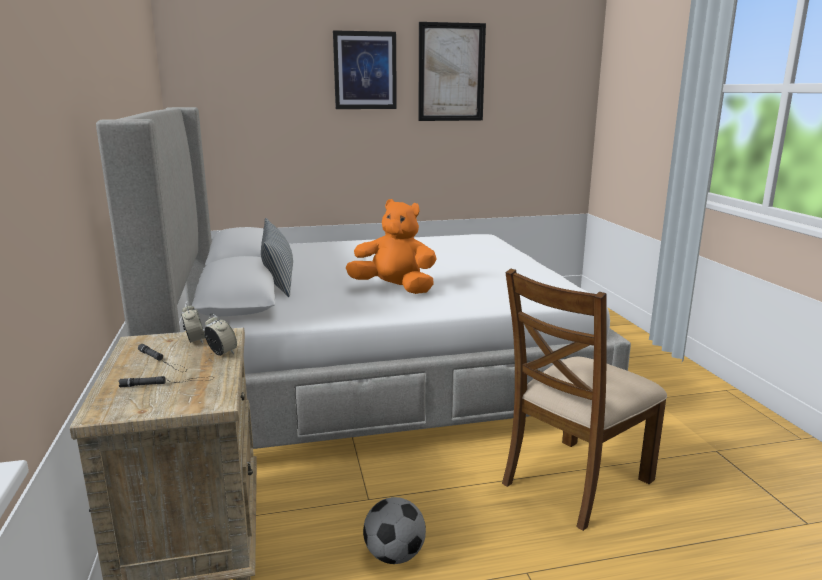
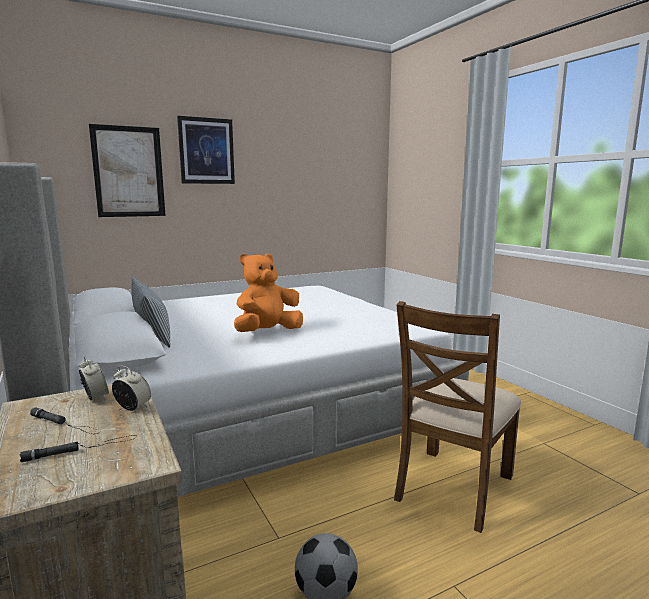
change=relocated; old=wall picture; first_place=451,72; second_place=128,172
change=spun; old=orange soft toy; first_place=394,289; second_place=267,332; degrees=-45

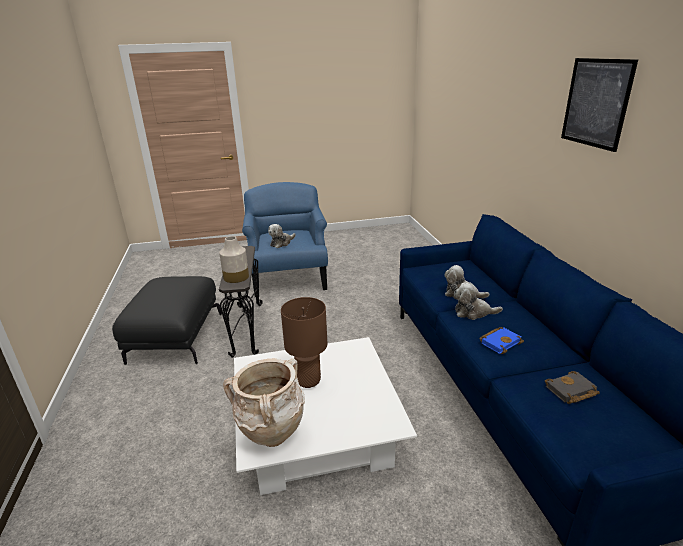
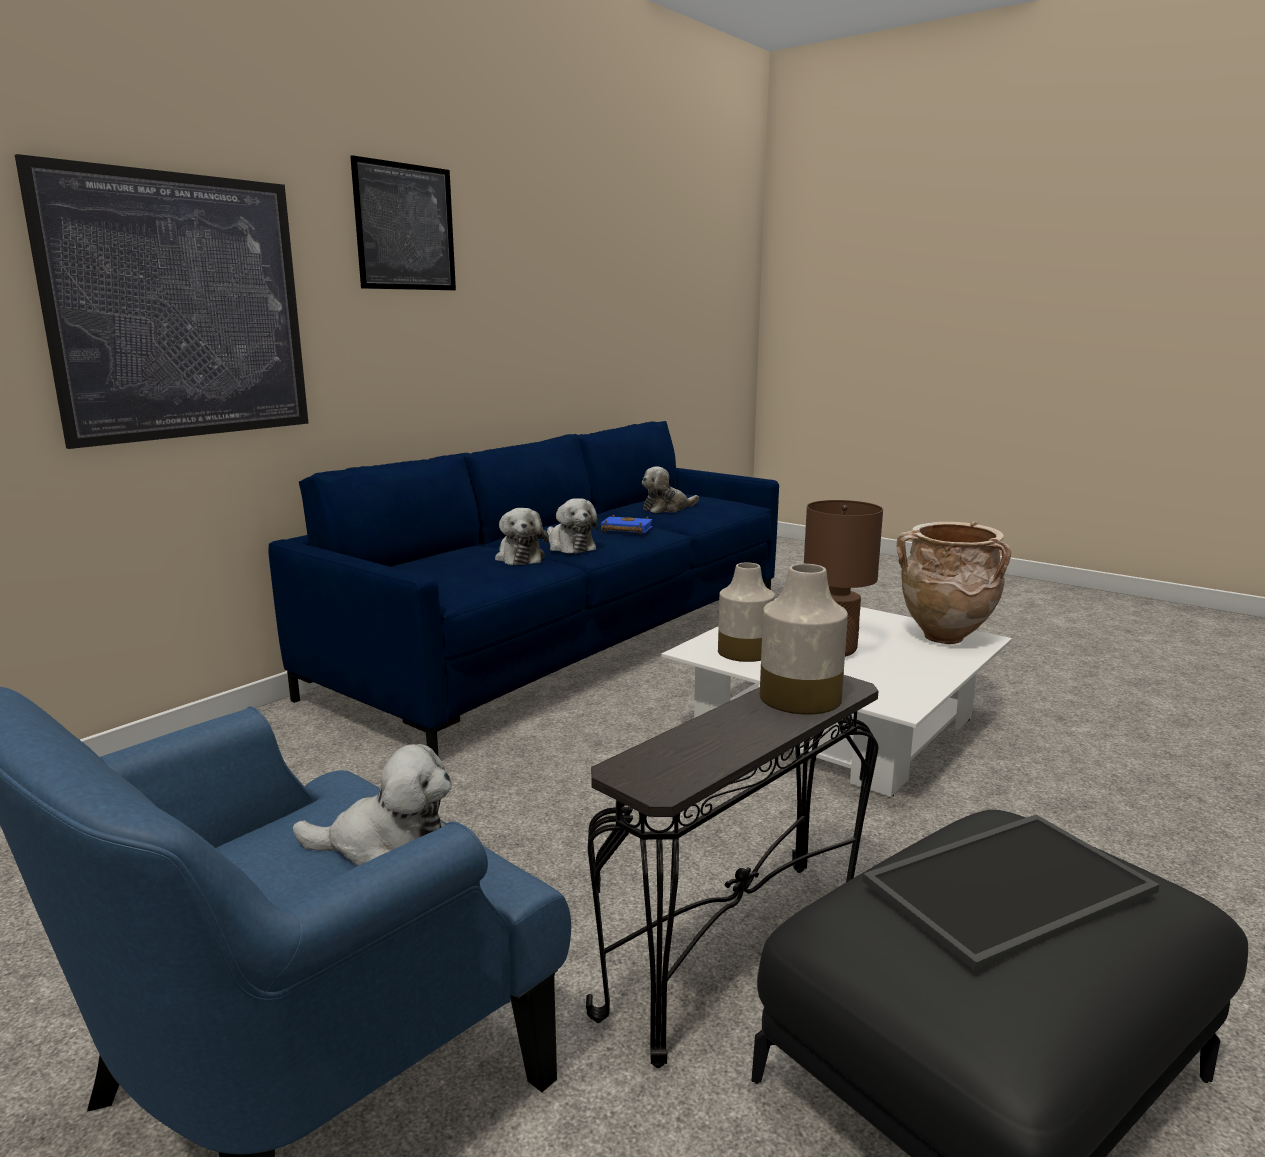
change=appeared; new=wall picture; second_place=180,308
change=appeared; new=beige vase; second_place=745,652
change=appeared; new=serving tray; second_place=1007,883
change=exchanged; old=blackish book; new=soft toy; first_place=571,391; second_place=667,508

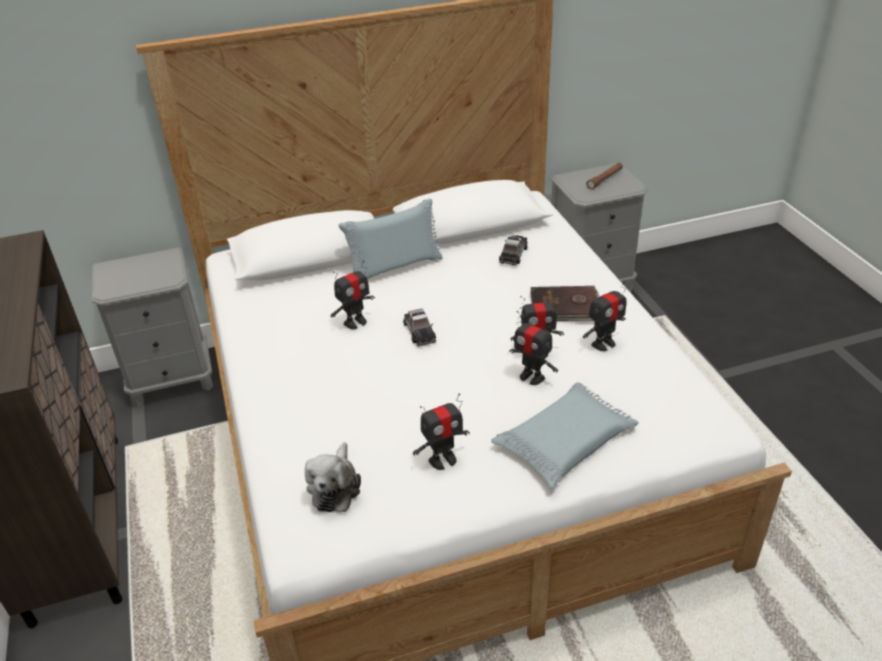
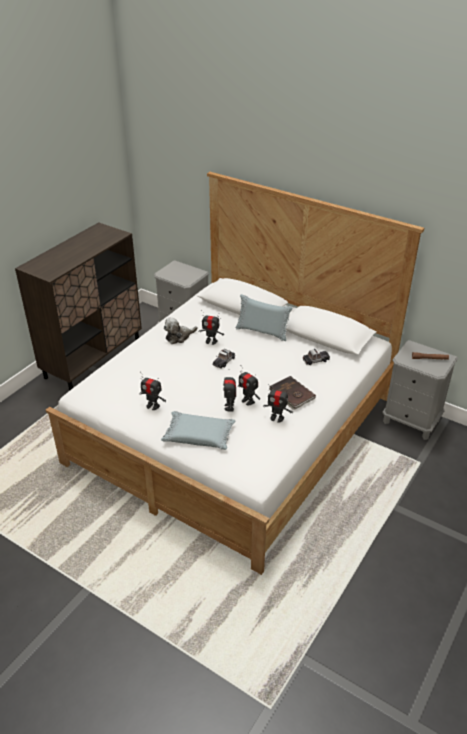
change=relocated; old=soft toy; first_place=335,487; second_place=179,337

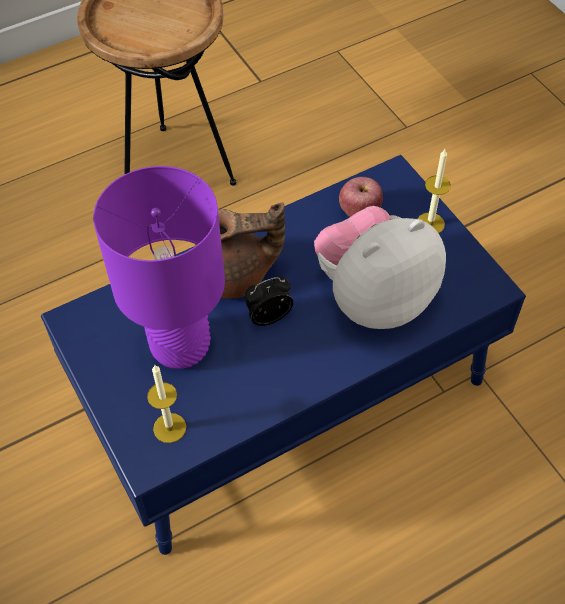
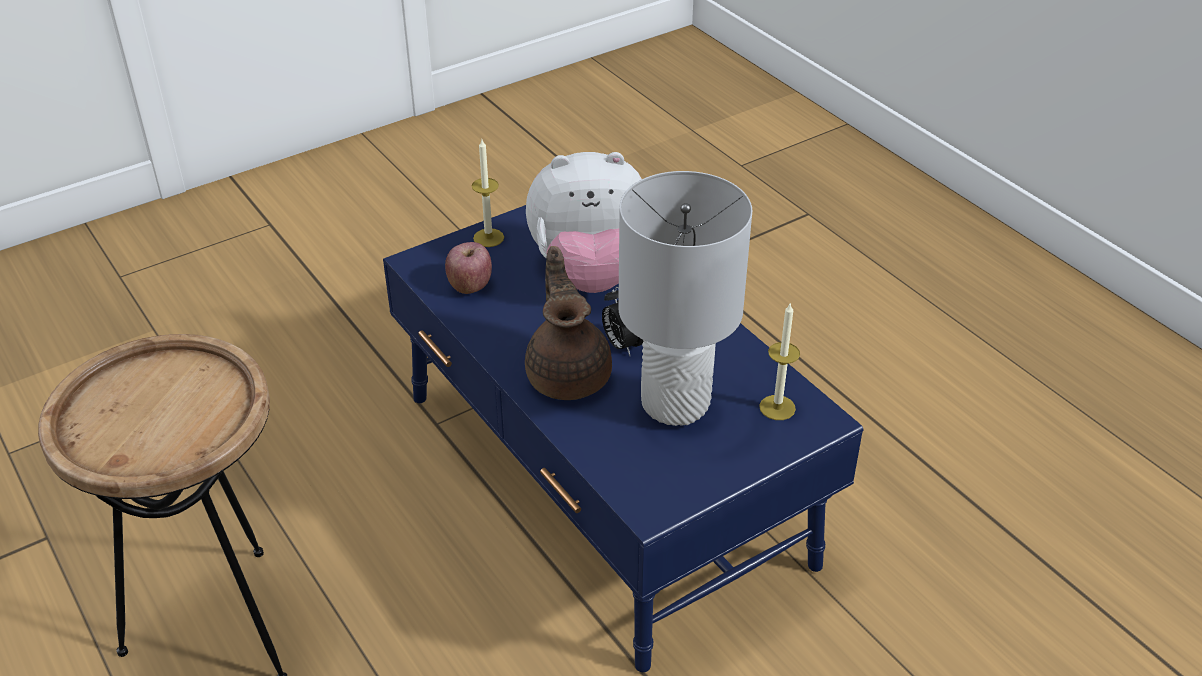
change=colour; old=purple-coloured table lamp; new=greyish table lamp; first_place=182,348; second_place=675,408
change=spun; old=soft toy; first_place=374,297; second_place=589,274; degrees=-60

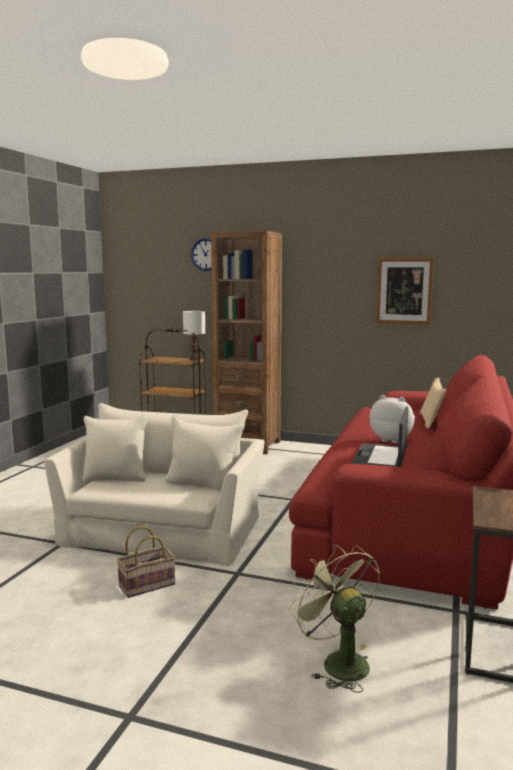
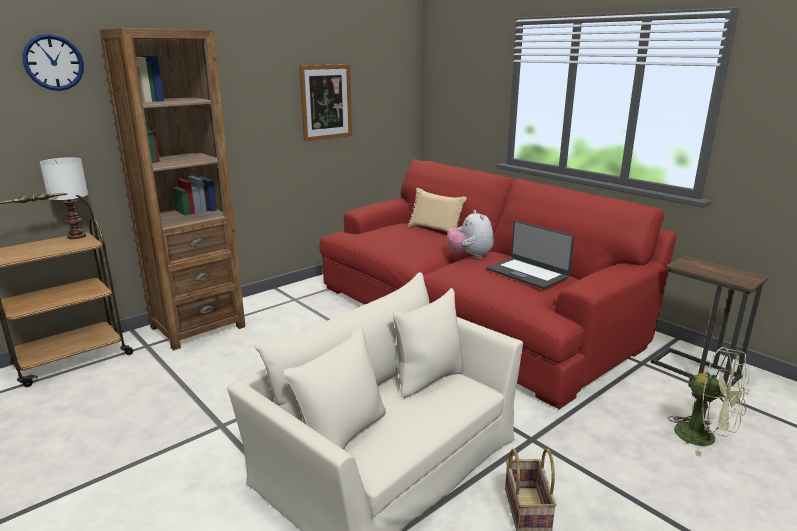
change=spun; old=greenish fan; first_place=337,661; second_place=704,438; degrees=-135
change=spun; old=soft toy; first_place=392,440; second_place=470,256; degrees=-75

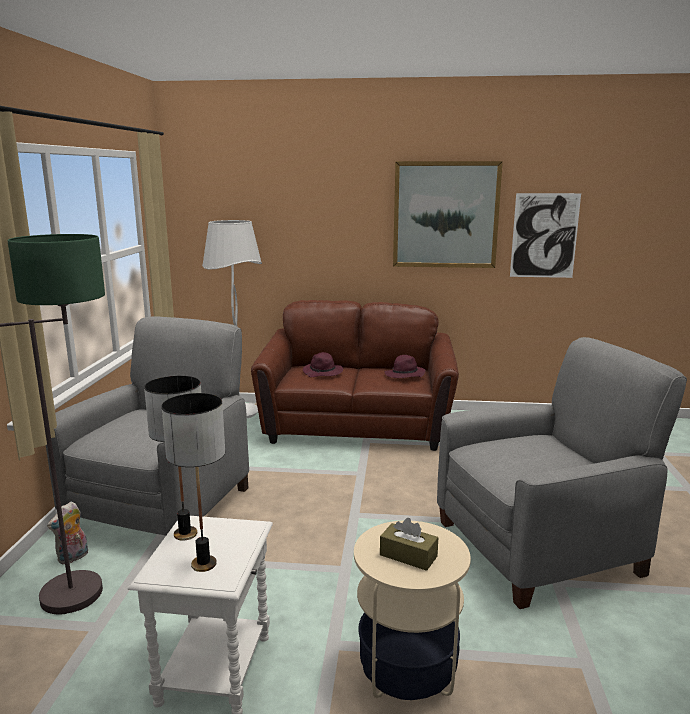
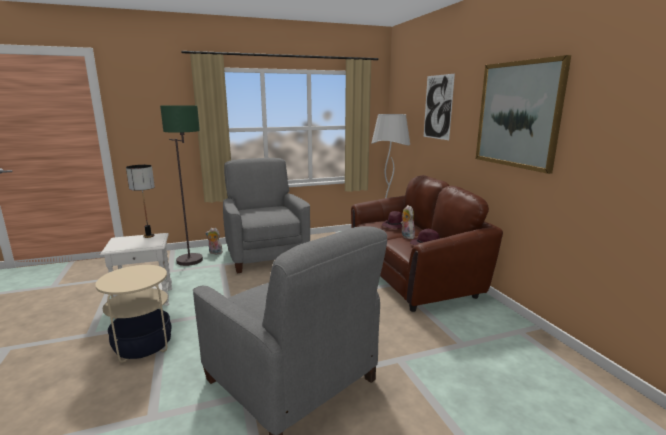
change=missing; old=table lamp; first_place=204,564
change=missing; old=brown-coloured tissue box; first_place=408,556
change=appeared; new=soft toy; second_place=406,236
change=relocated; old=wall picture; first_place=544,236; second_place=438,107
change=spun; old=greyish armchair; first_place=163,505; second_place=266,255; degrees=-105

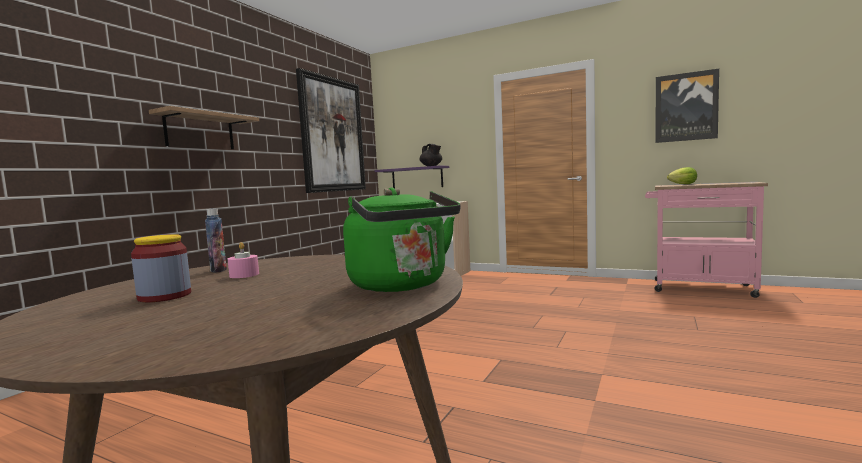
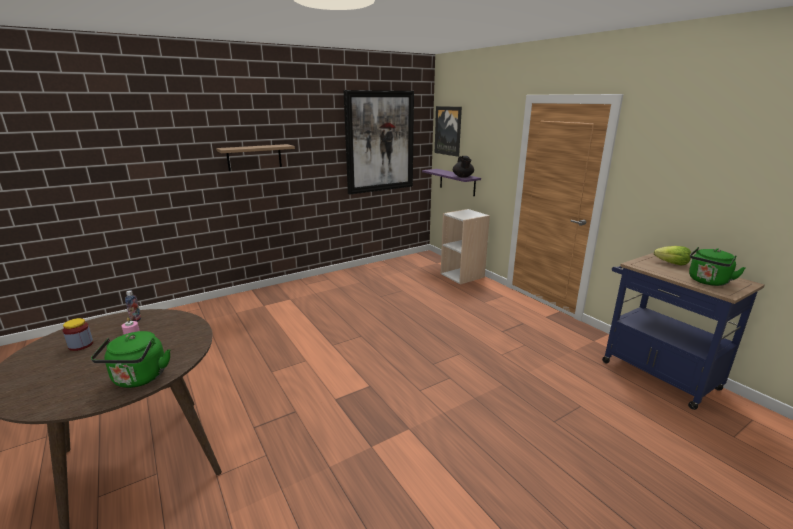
change=appeared; new=greenish water kettle; second_place=707,282
change=relocated; old=wall picture; first_place=686,107; second_place=448,131
change=colour; old=pink wheeled cart; new=blue wheeled cart; first_place=699,288; second_place=655,374

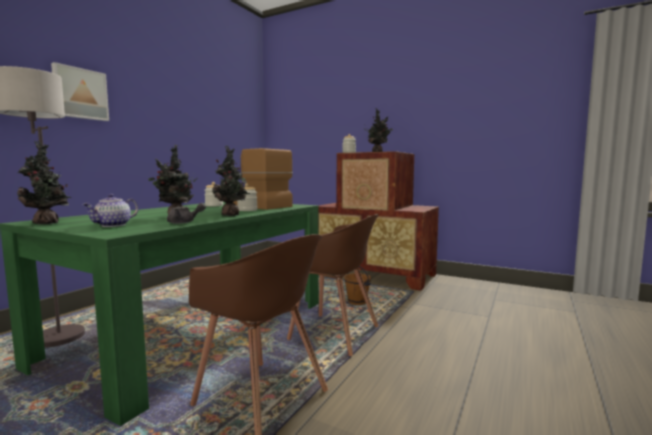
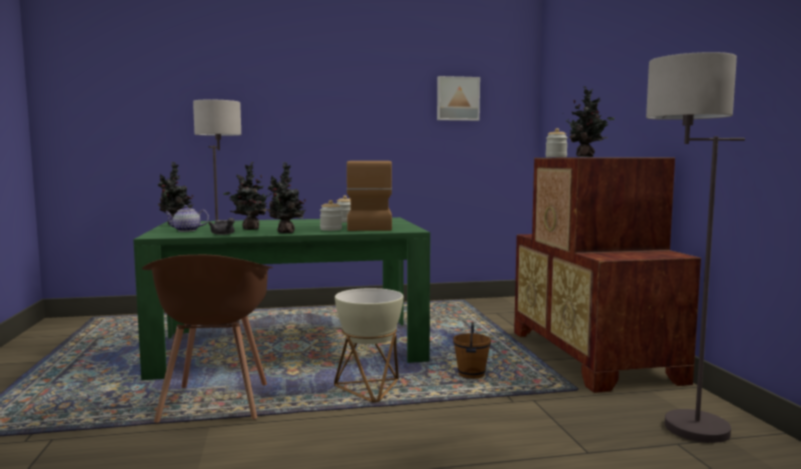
change=appeared; new=greyish standing lamp; second_place=678,429
change=relocated; old=wall picture; first_place=80,93; second_place=457,98
change=exchanged; old=brown-coloured plain chair; new=planter; first_place=335,334; second_place=369,390

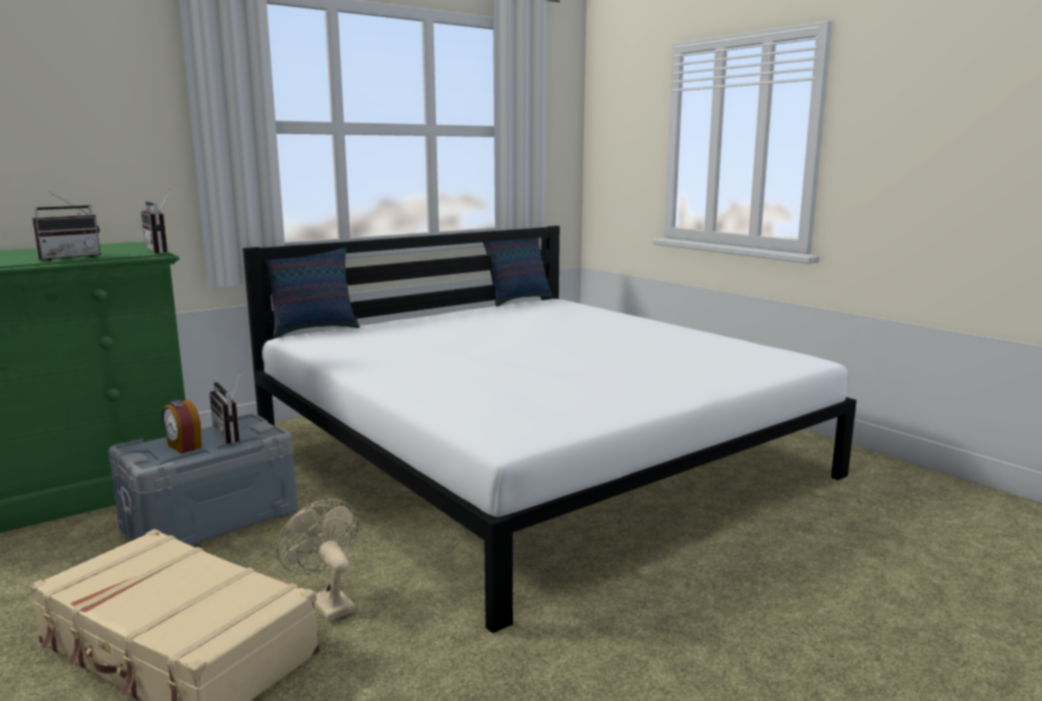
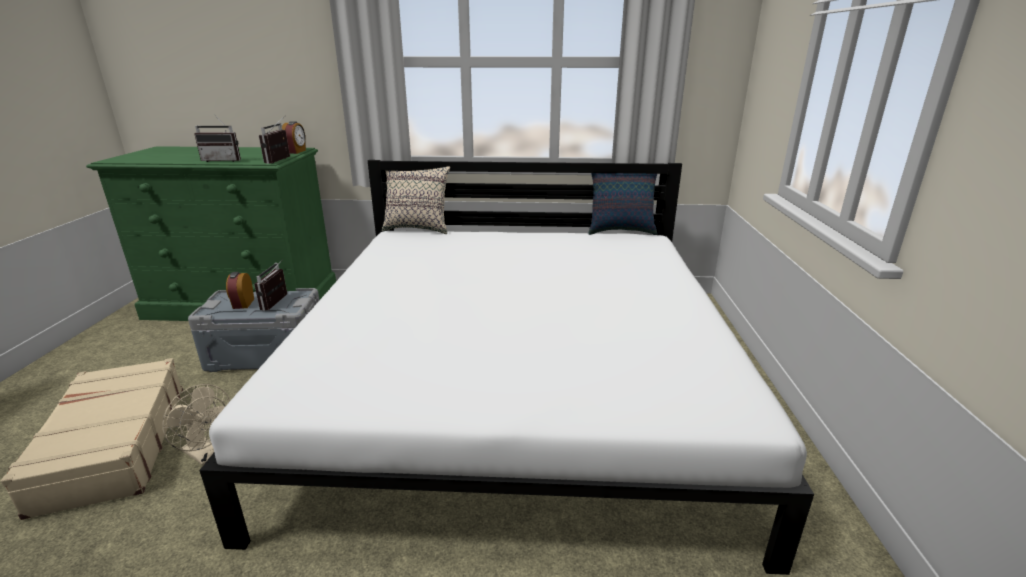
change=appeared; new=bedside clock; second_place=296,151
change=colour; old=blue pillow; new=beige pillow; first_place=314,330; second_place=417,229
change=spun; old=beige fan; first_place=326,602; second_place=207,454; degrees=120

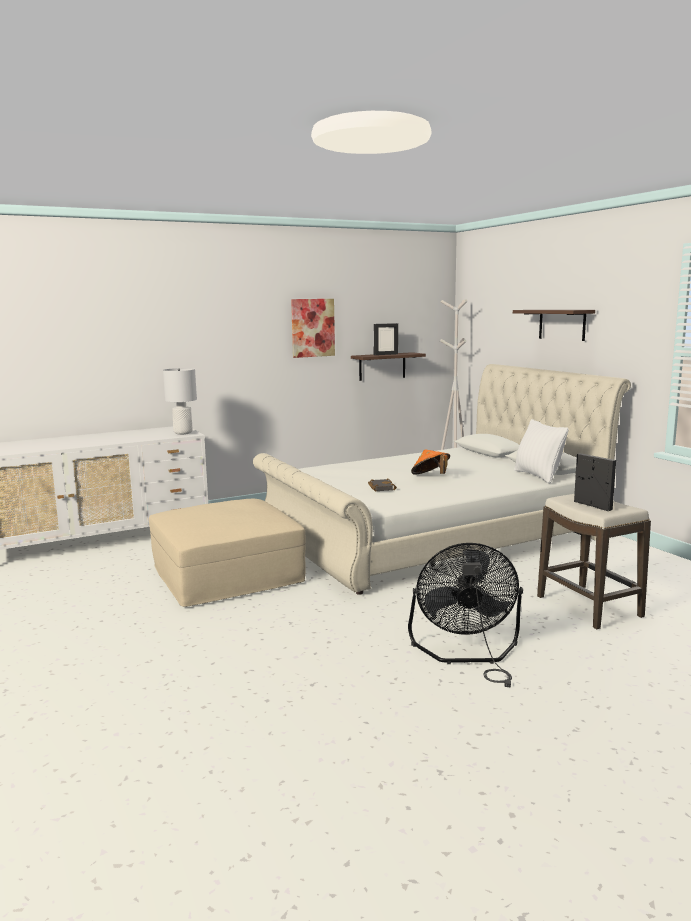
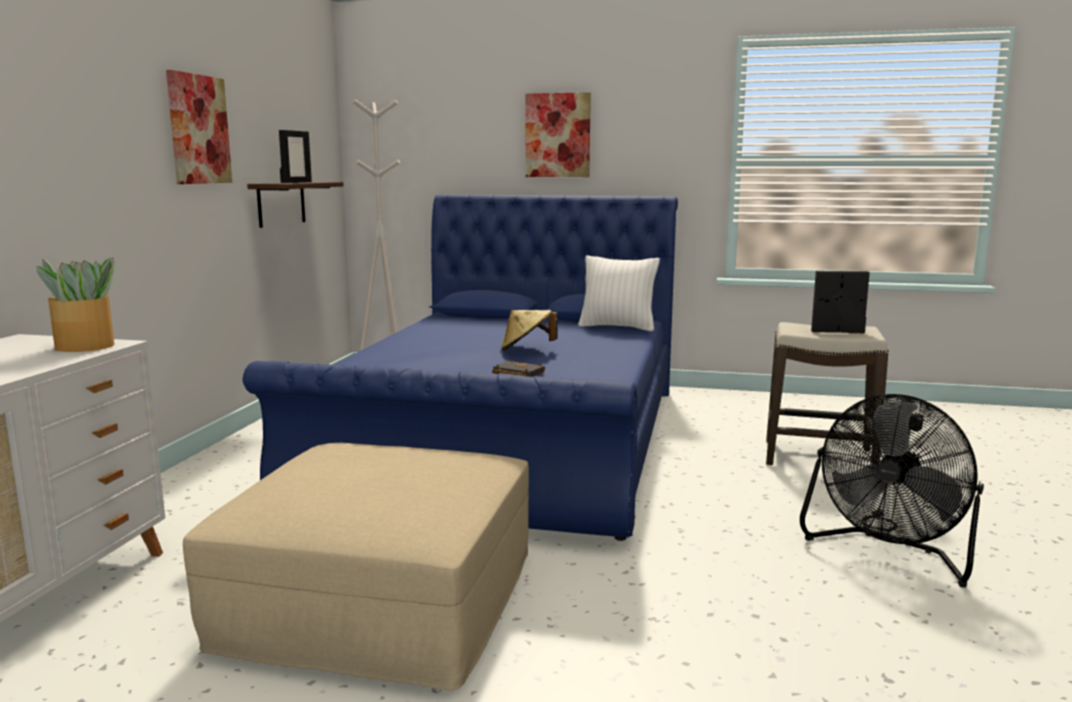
change=exchanged; old=greyish table lamp; new=houseplant; first_place=183,434; second_place=86,346
change=exchanged; old=bracket shelf; new=wall picture; first_place=562,324; second_place=558,135
change=colour; old=beige bed; new=blue bed; first_place=433,534; second_place=508,437
change=colour; old=orange hat; new=beige hat; first_place=430,476; second_place=527,349
change=spun; old=blackish fan; first_place=471,655; second_place=885,549; degrees=-90

